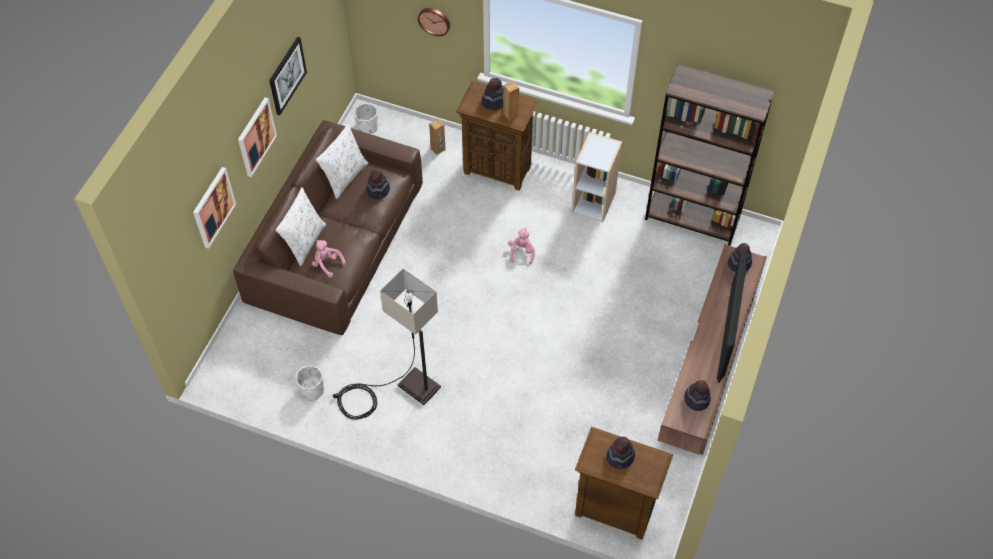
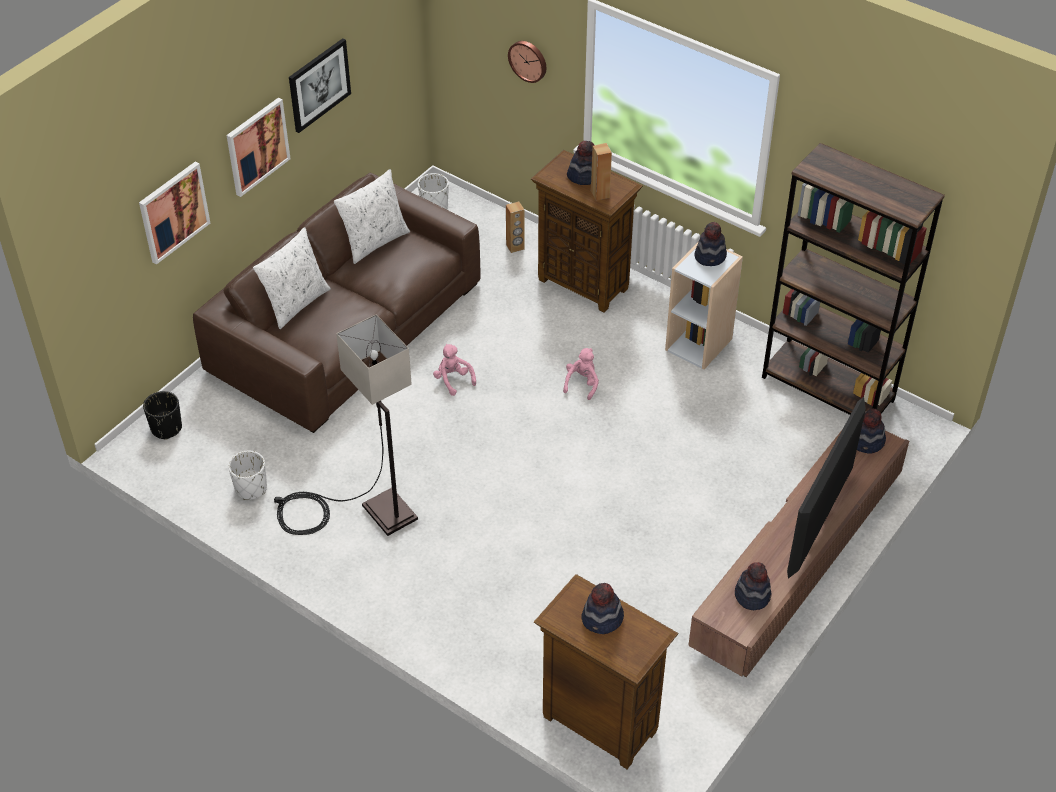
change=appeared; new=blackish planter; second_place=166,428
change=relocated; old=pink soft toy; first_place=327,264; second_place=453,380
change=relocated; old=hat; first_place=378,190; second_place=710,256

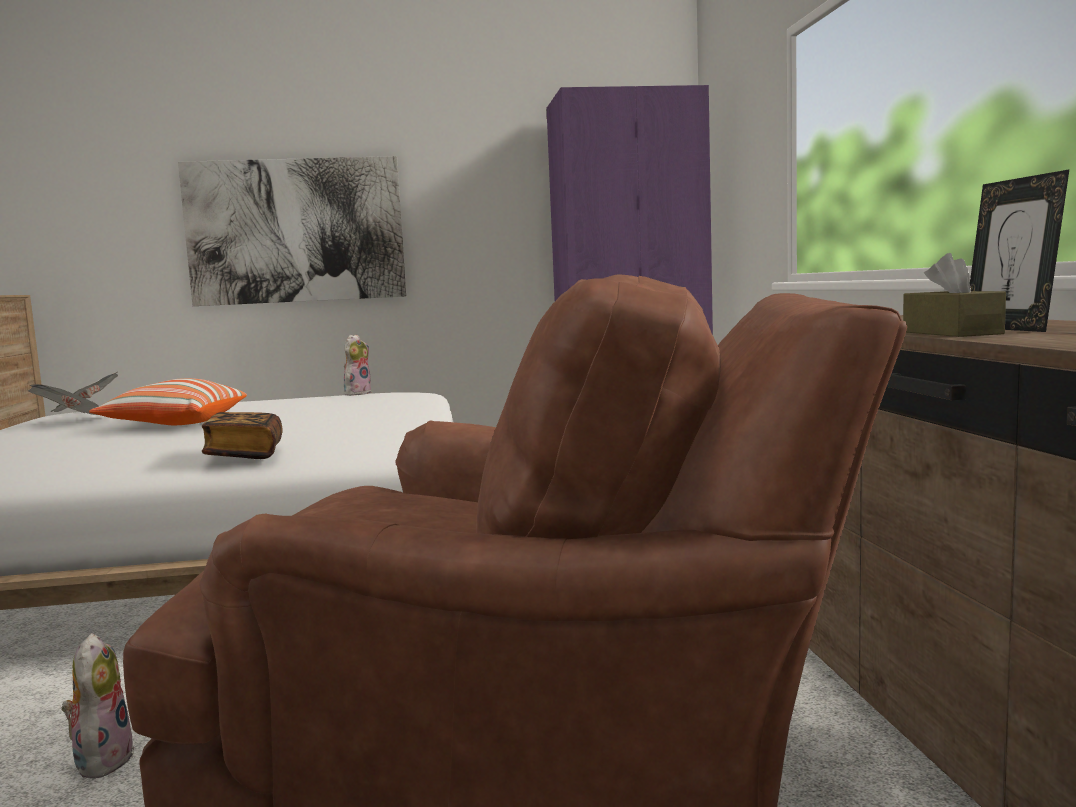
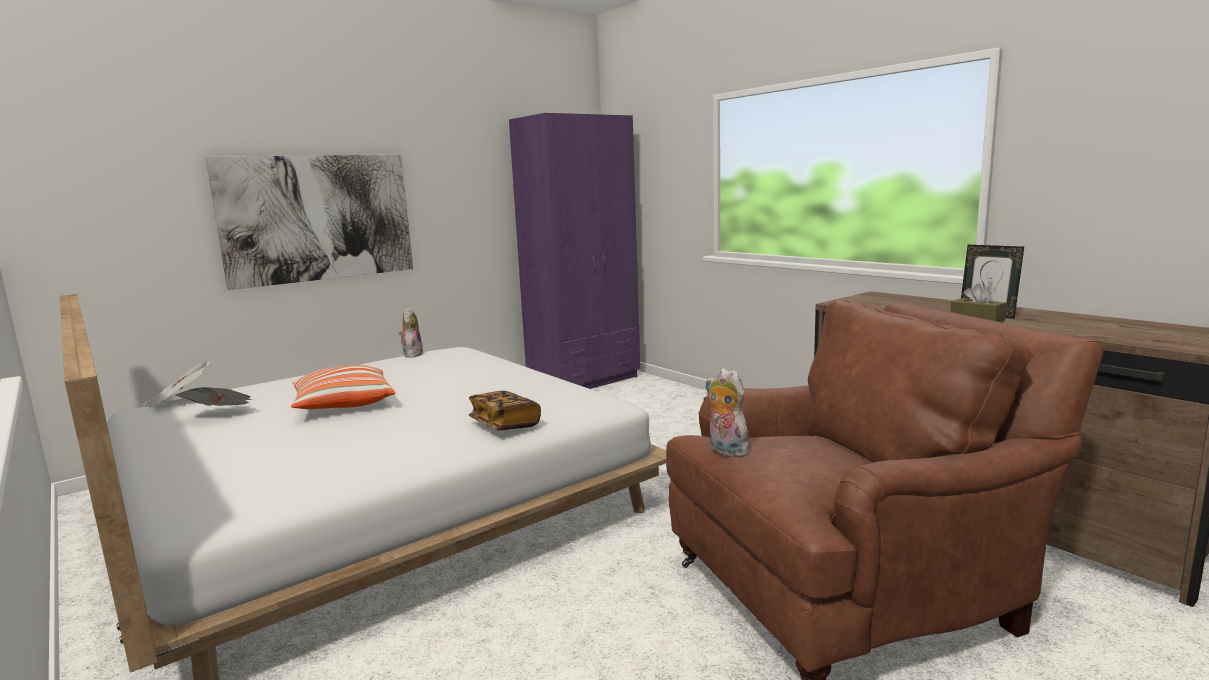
change=relocated; old=soft toy; first_place=102,759; second_place=725,451

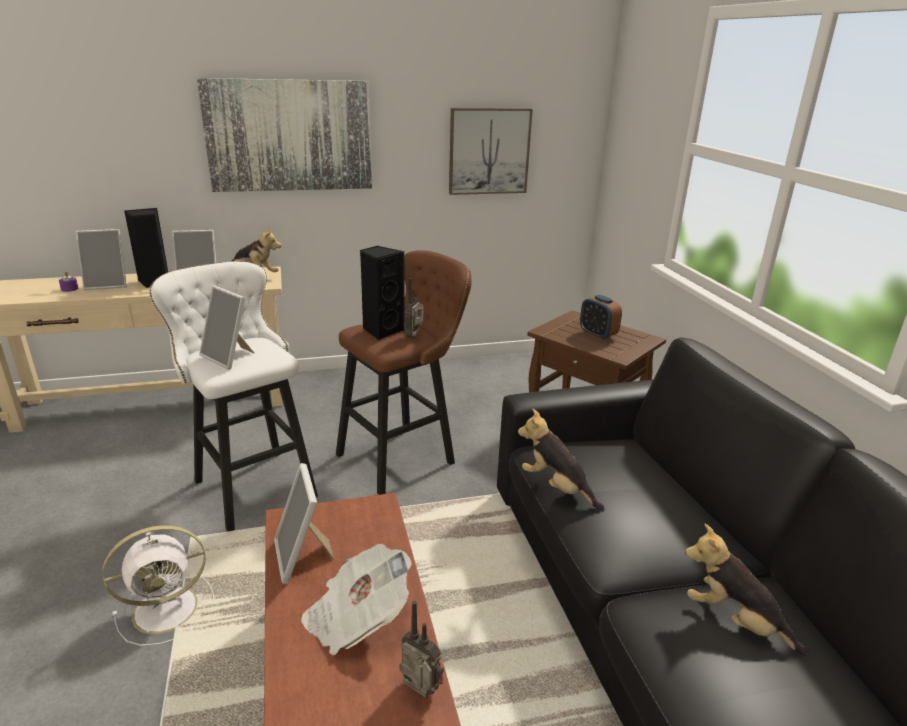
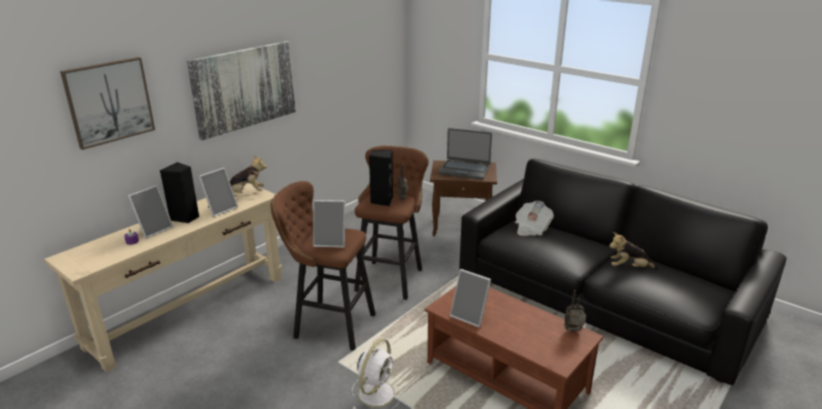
change=missing; old=soft toy; first_place=556,487
change=relocated; old=printed paper; first_place=357,617; second_place=531,228
change=relocated; old=wall picture; first_place=489,151; second_place=109,101
change=exchanged; old=bedside clock; new=portable computer; first_place=597,335; second_place=464,170
change=colour; old=whitish sitting stool; new=brown-coloured sitting stool; first_place=250,481; second_place=326,324

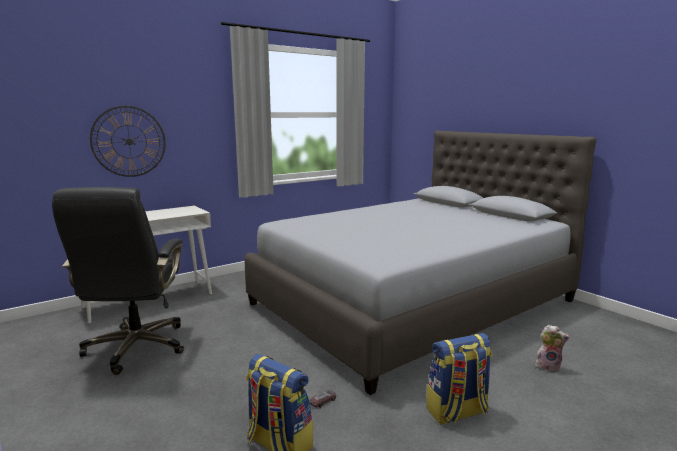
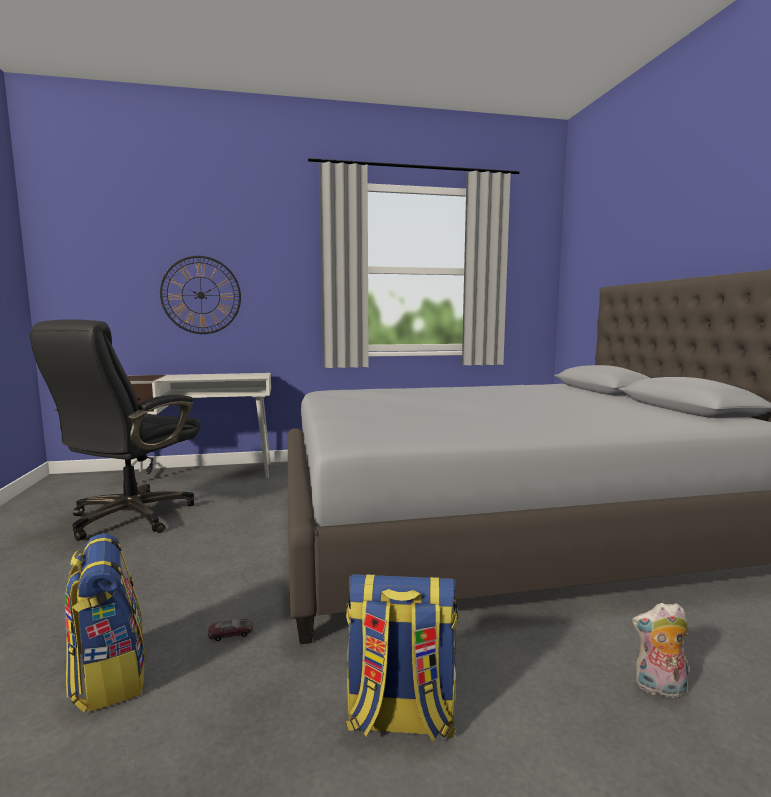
change=spun; old=soft toy; first_place=548,366; second_place=659,689; degrees=150

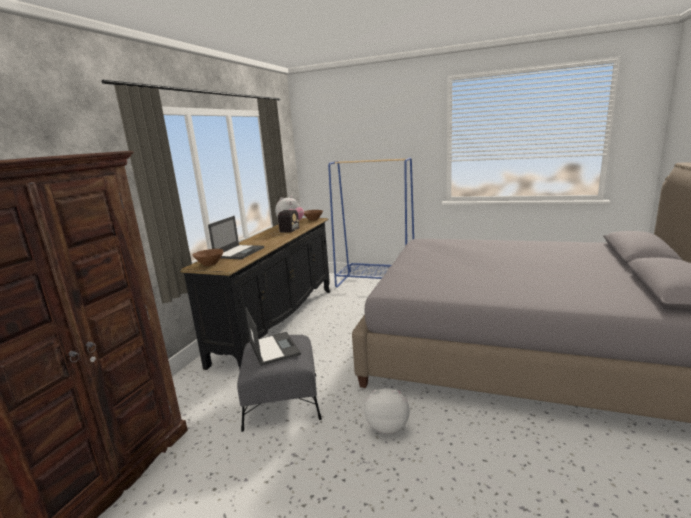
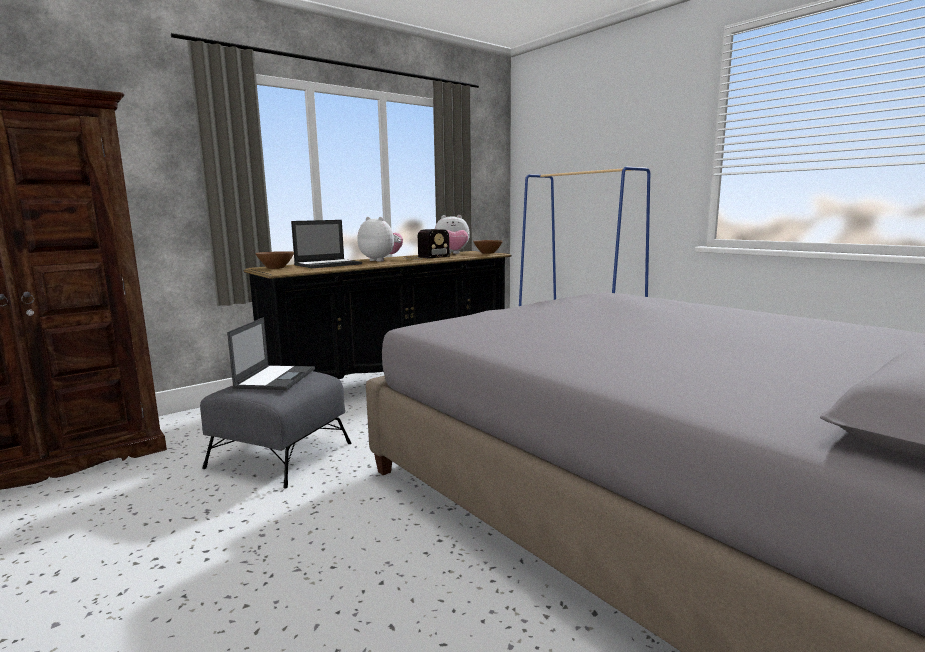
change=relocated; old=soft toy; first_place=387,425; second_place=381,260

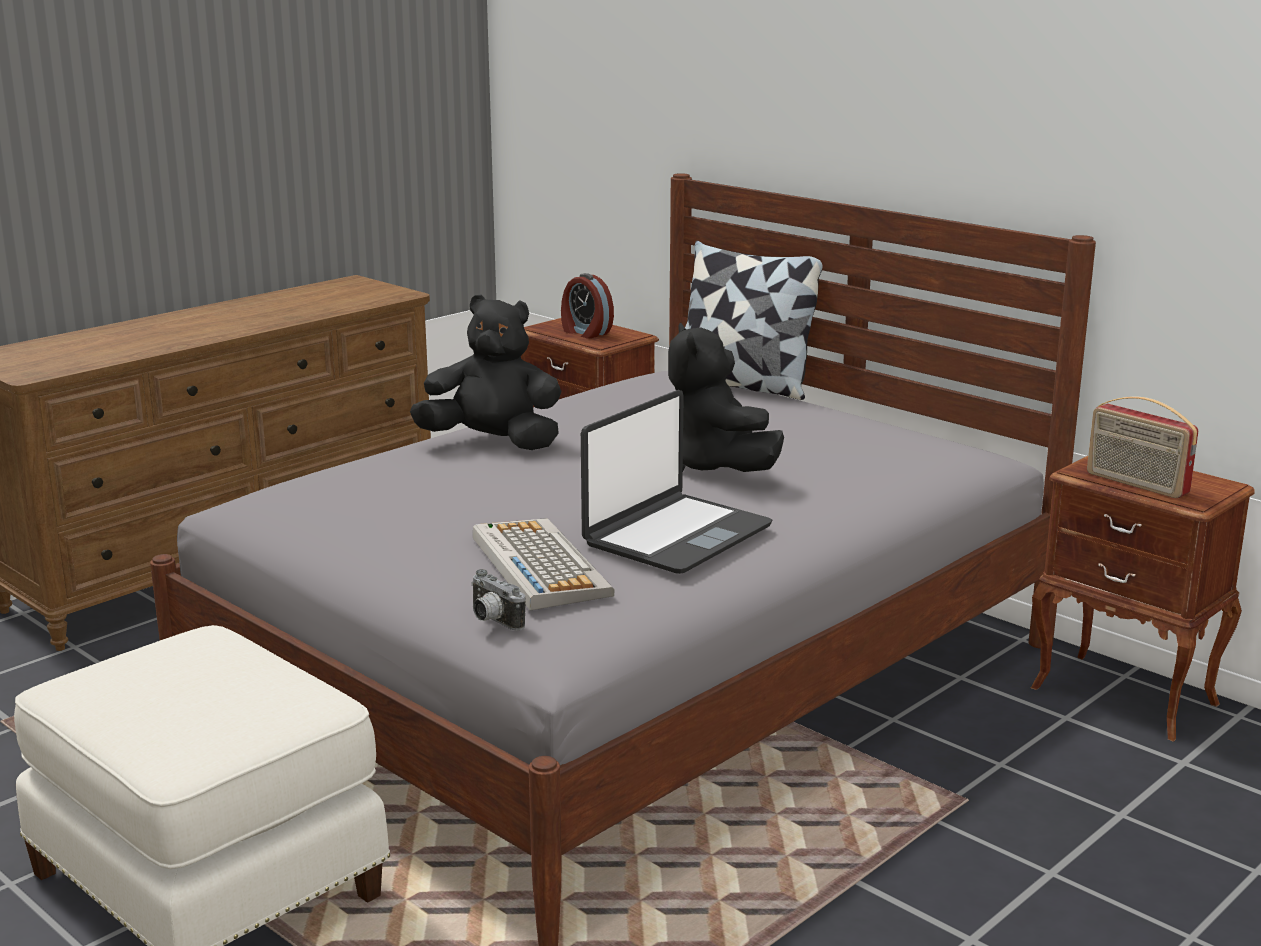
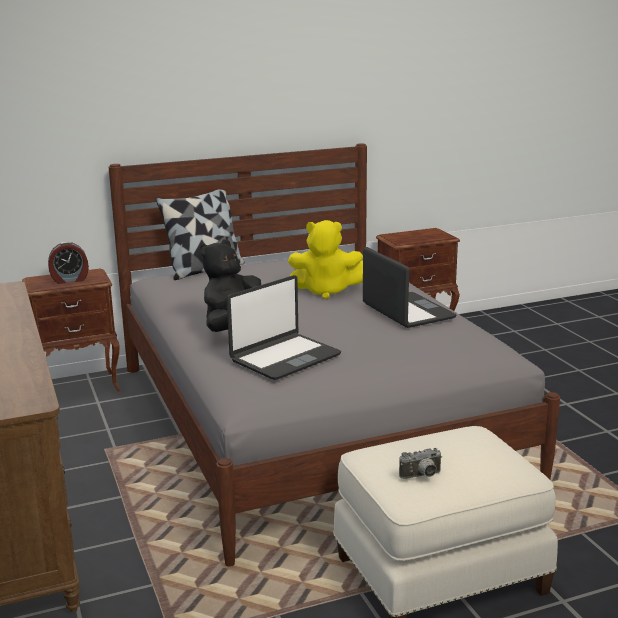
change=missing; old=keyboard; first_place=538,565
change=missing; old=radio set; first_place=1136,484
change=appeared; new=portable computer; second_place=284,358
change=relocated; old=still camera; first_place=491,621; second_place=422,476
change=colour; old=blackish soft toy; new=yellowish soft toy; first_place=718,467; second_place=327,291

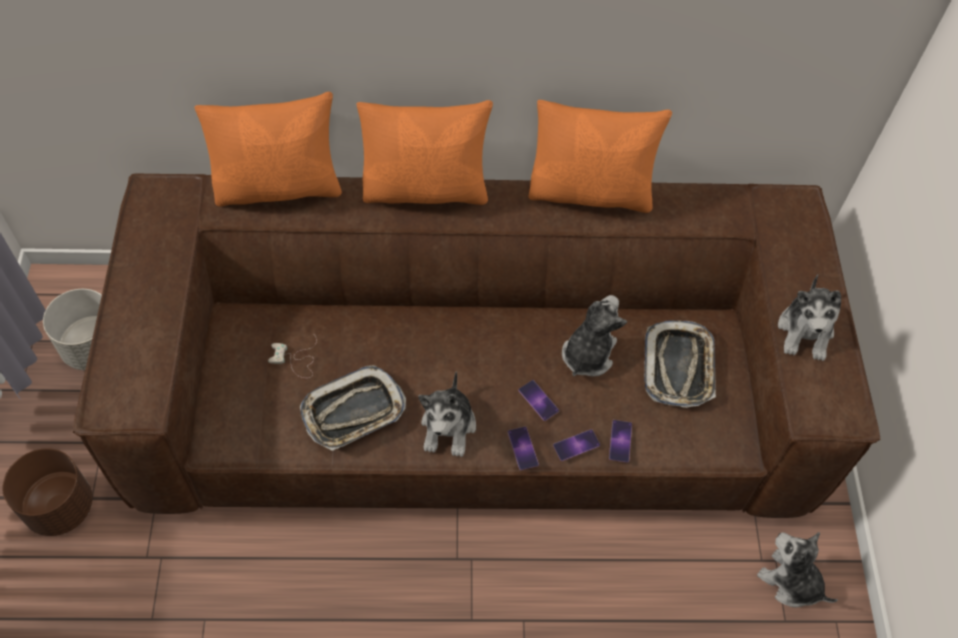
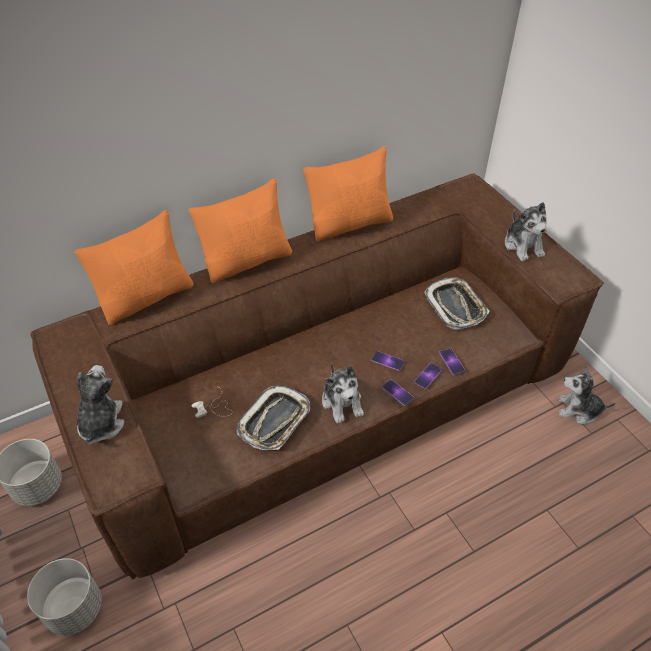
change=relocated; old=soft toy; first_place=587,354; second_place=101,423
change=colour; old=brown-coloured planter; new=greyish planter; first_place=60,506; second_place=74,608

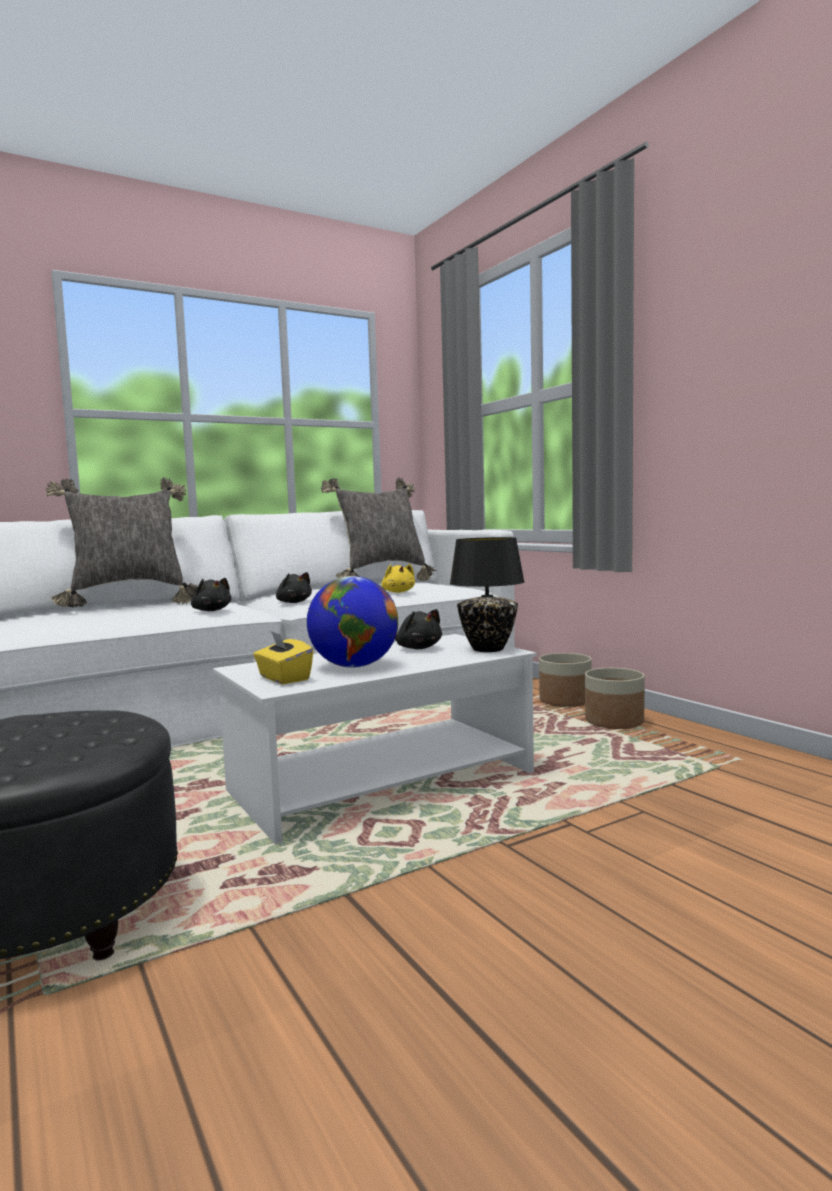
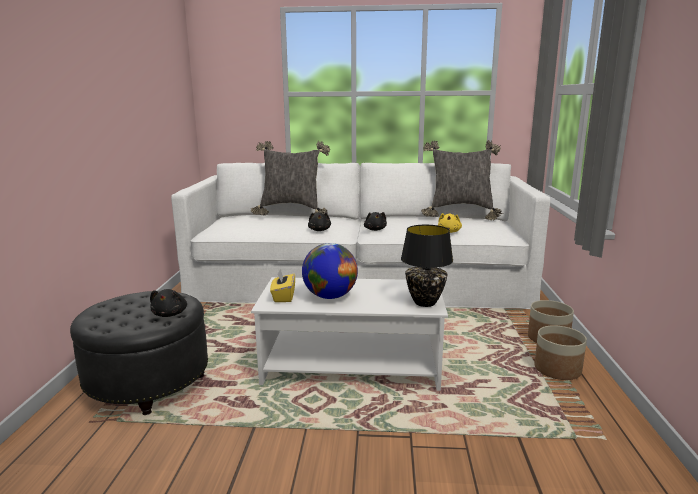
change=relocated; old=blackish soft toy; first_place=418,648; second_place=170,314

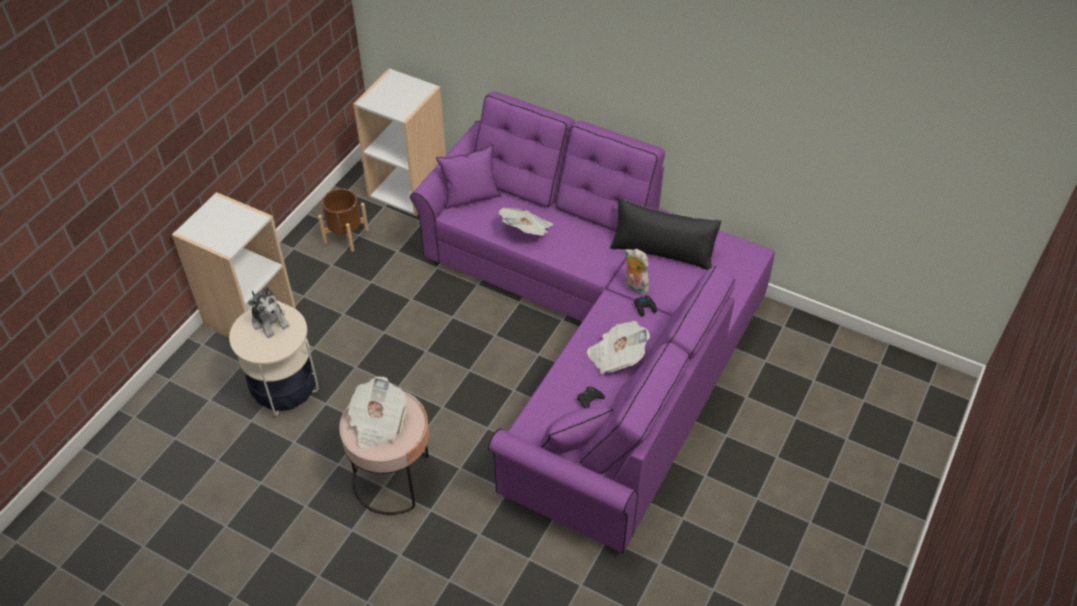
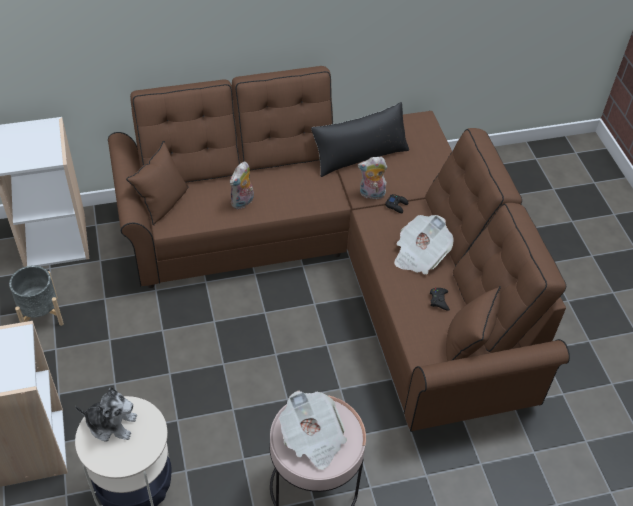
change=exchanged; old=printed paper; new=soft toy; first_place=527,231; second_place=243,202
change=colour; old=brown-coloured planter; new=greyish planter; first_place=345,235; second_place=40,315
change=colour; old=purple-coloured settee; new=brown-coloured settee; first_place=596,340; second_place=344,264

